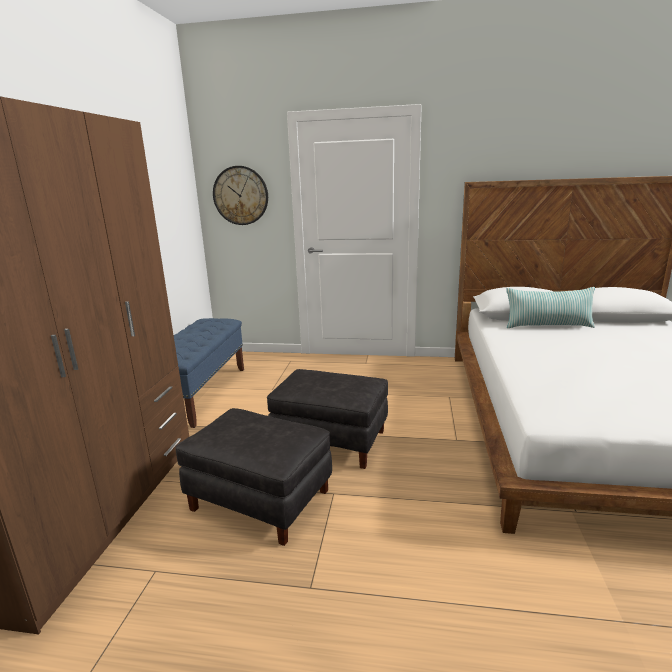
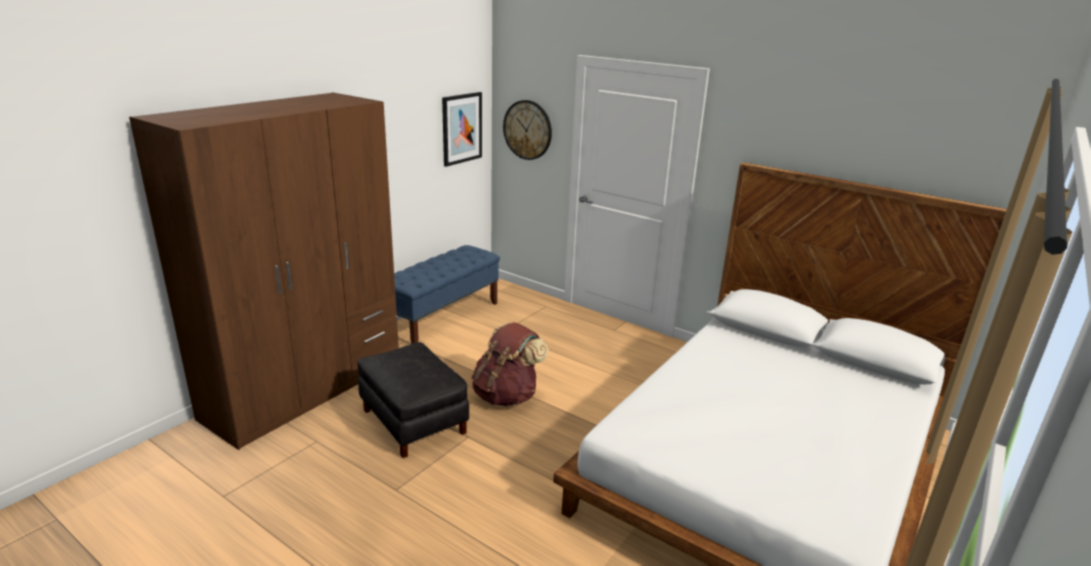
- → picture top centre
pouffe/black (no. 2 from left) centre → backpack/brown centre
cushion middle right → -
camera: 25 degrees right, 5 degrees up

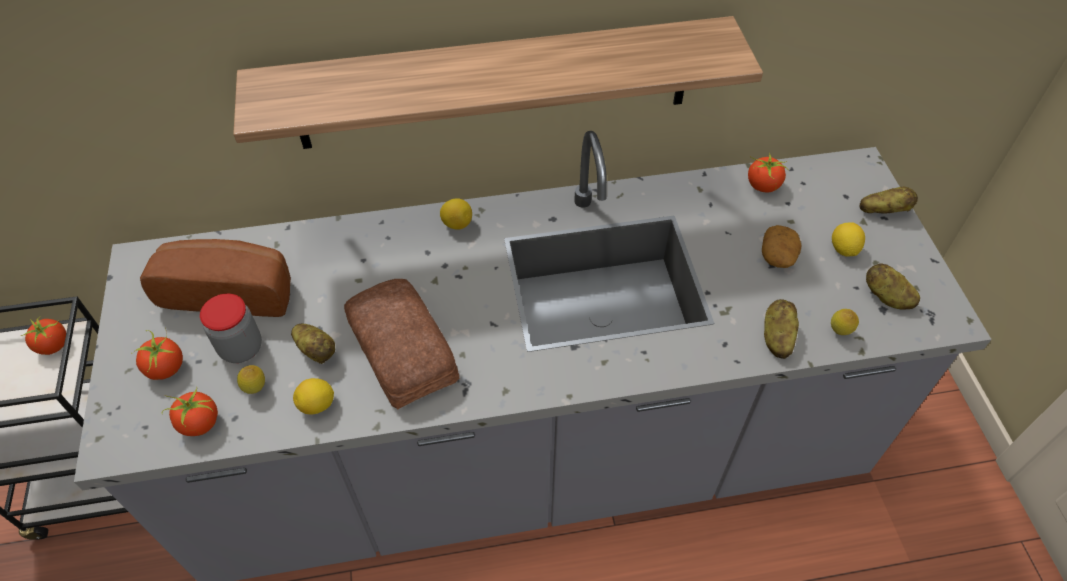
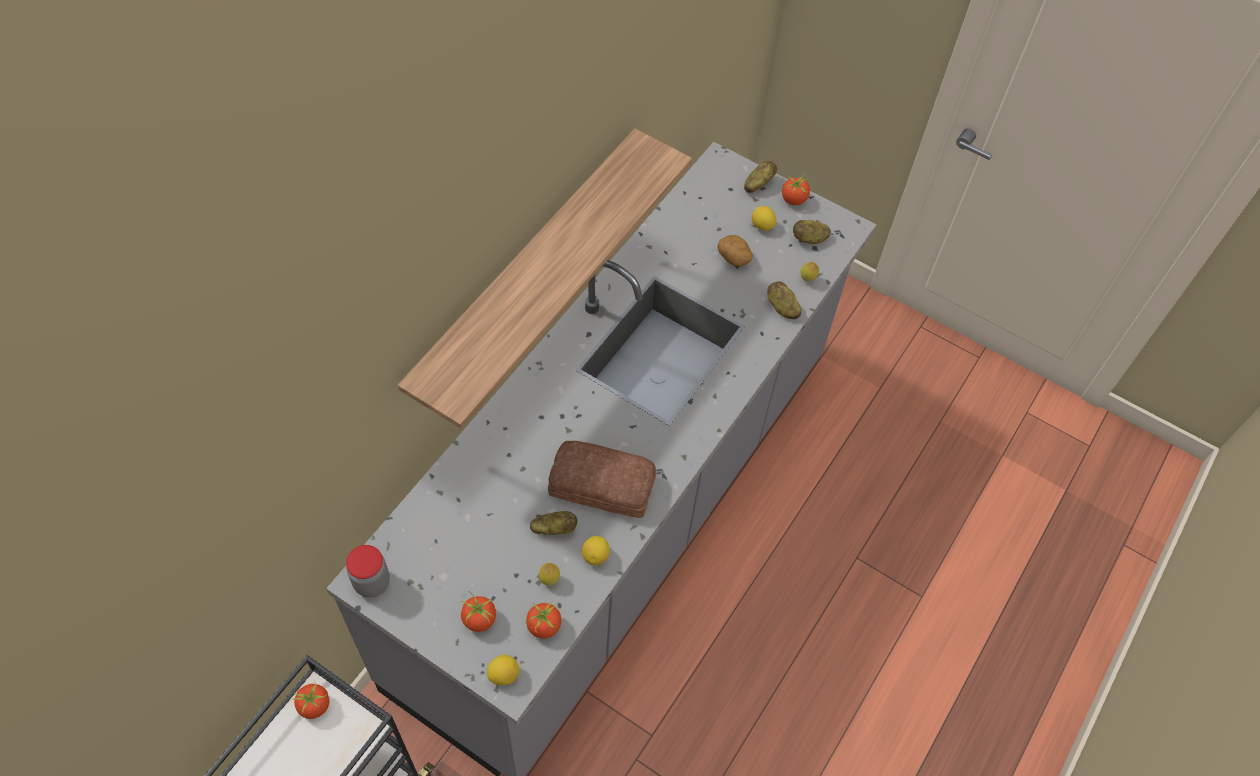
jar middle left → jar bottom left, shifted
whole lemon (no. 3 from left in the first image) centre → whole lemon (no. 1 from left) bottom centre, shifted
tomato (no. 4 from left) top right → tomato (no. 4 from left) top centre, shifted
bread (no. 1 from left) middle left → -
camera: 50 degrees left, 5 degrees up

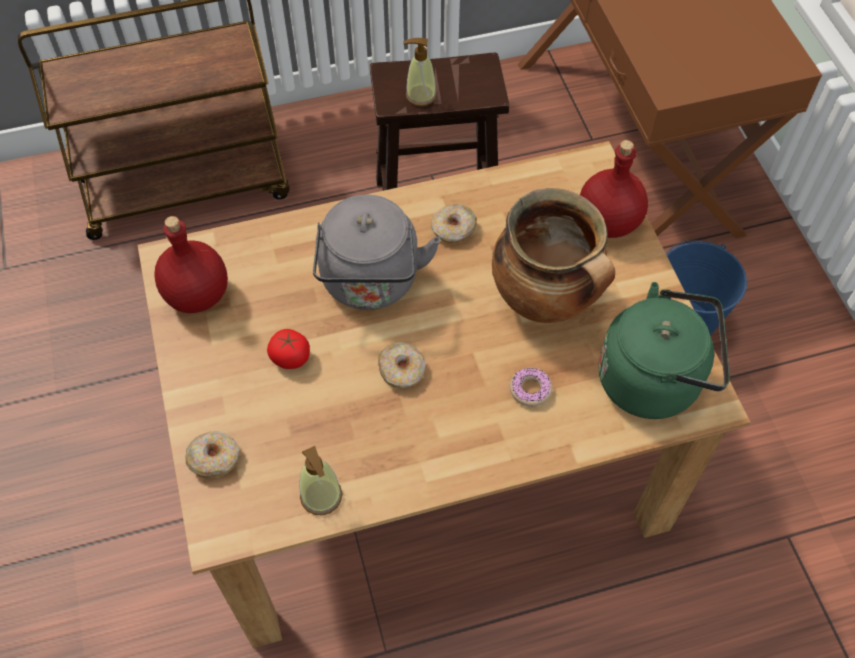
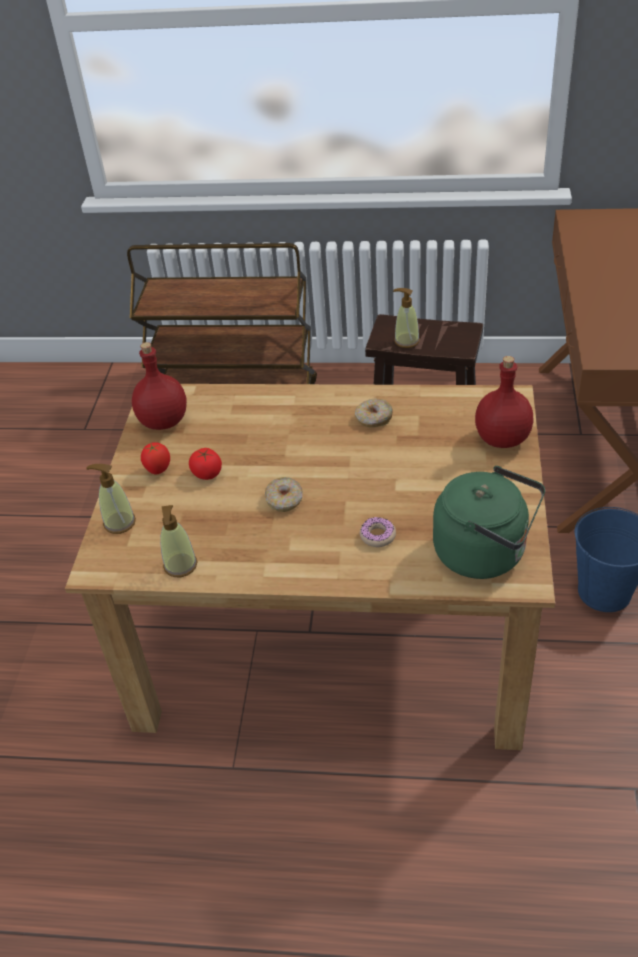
ring doughnut (no. 1 from left) bottom left → soap dispenser (no. 1 from left) middle left
- → tomato (no. 1 from left) middle left
kettle/gray centre → -
saucepot centre → -
camera: 25 degrees right, 15 degrees down

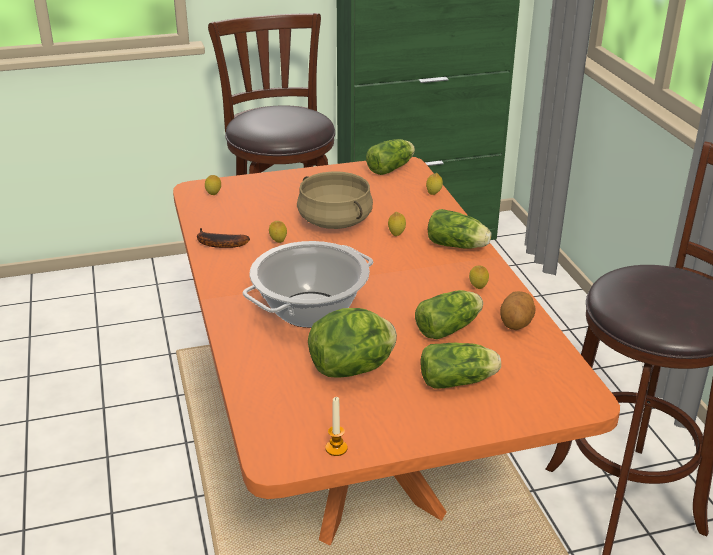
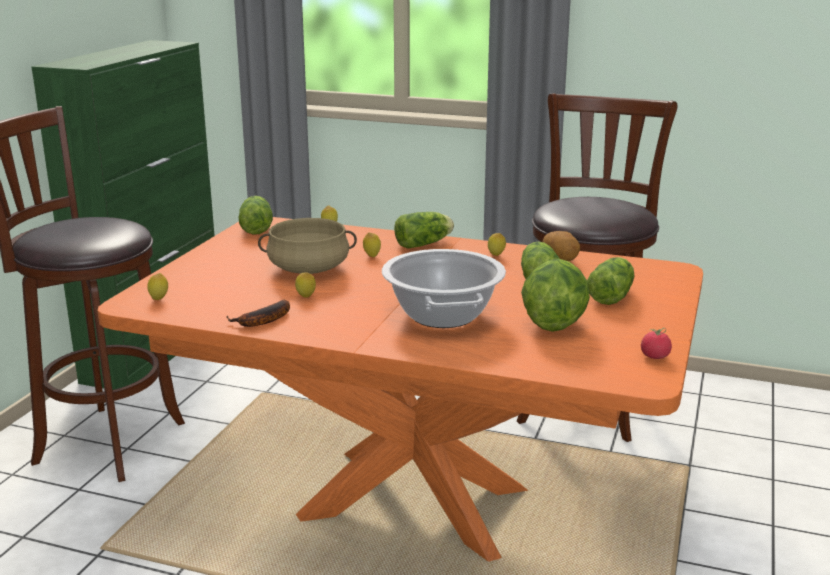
candle bottom centre → tomato middle right
camera: 55 degrees left, 10 degrees down

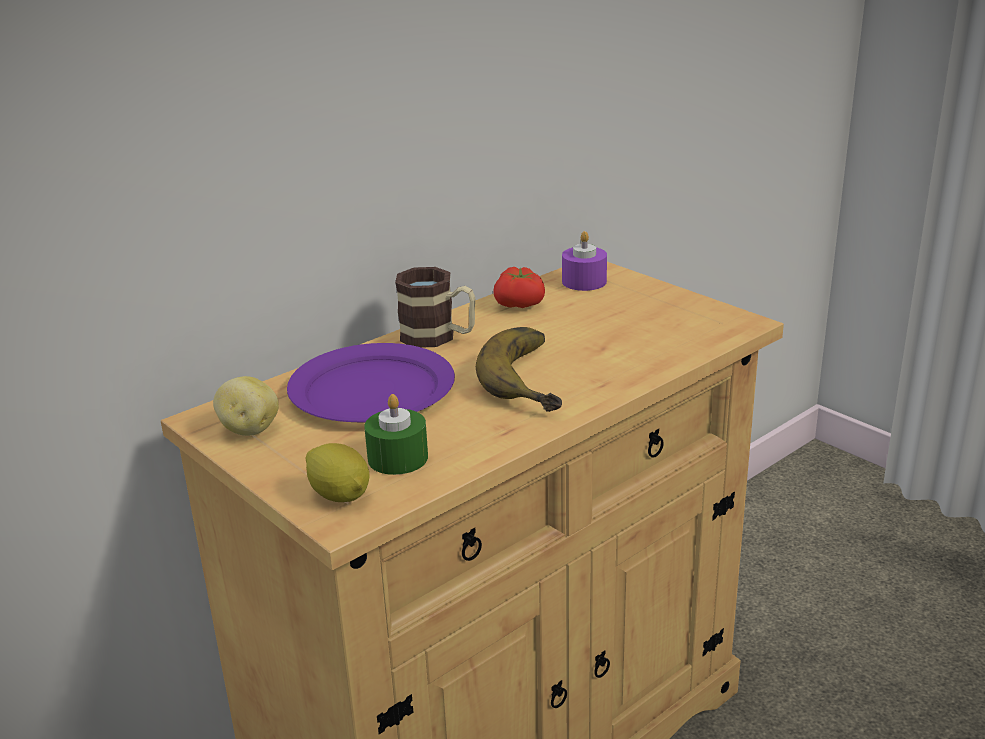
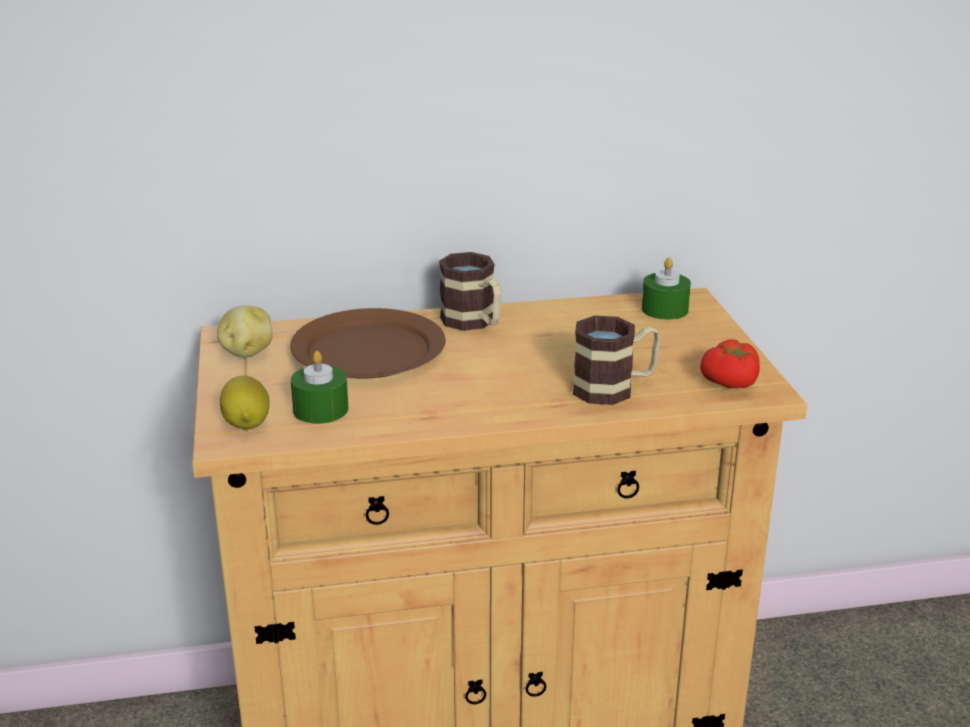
plate/purple centre → plate/brown centre
- → mug (no. 2 from left) centre
candle/purple centre → candle/green (no. 2 from left) middle right
tomato centre → tomato middle right, shifted
banana fruit centre → -
camera: 30 degrees right, 0 degrees up

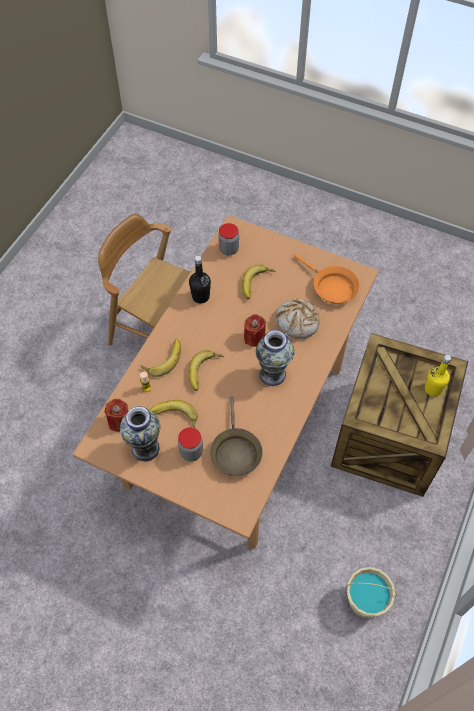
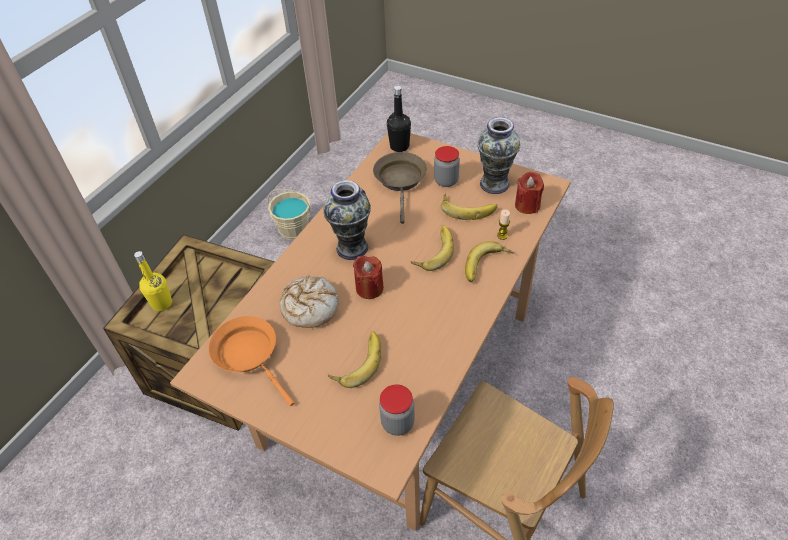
drink bottle/black centre → drink bottle/black top centre, shifted
camera: 175 degrees left, 10 degrees down

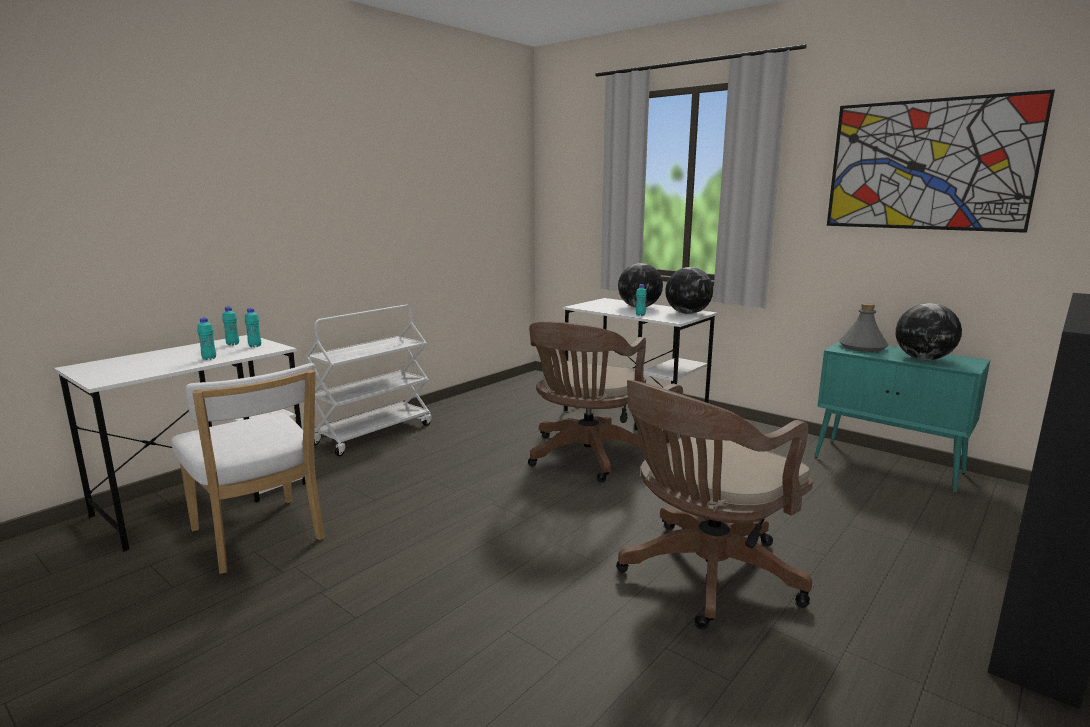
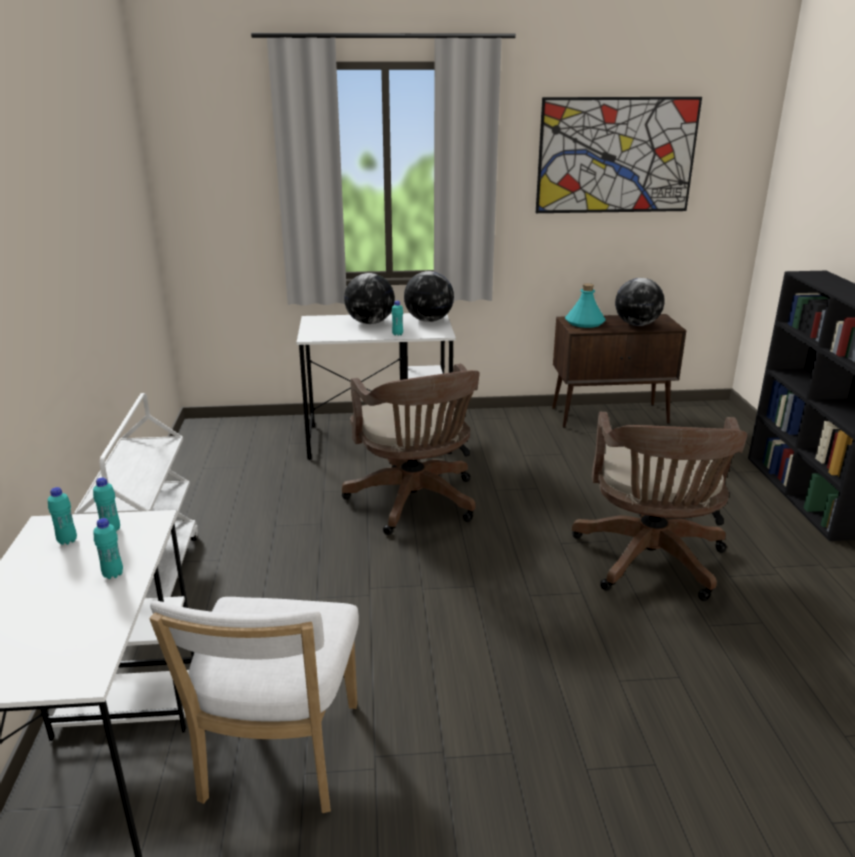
plain chair/white-coloured middle left → plain chair/white-coloured bottom left, 90 degrees clockwise
storage cabinet/blue-green middle right → storage cabinet/brown middle right
drink bottle/gray middle right → drink bottle/blue-green (no. 5 from left) middle right
camera: 45 degrees left, 10 degrees up

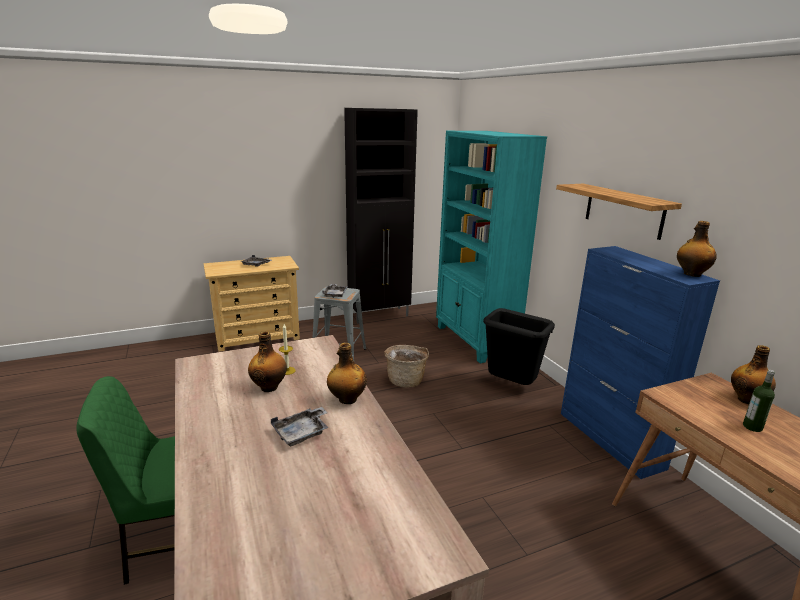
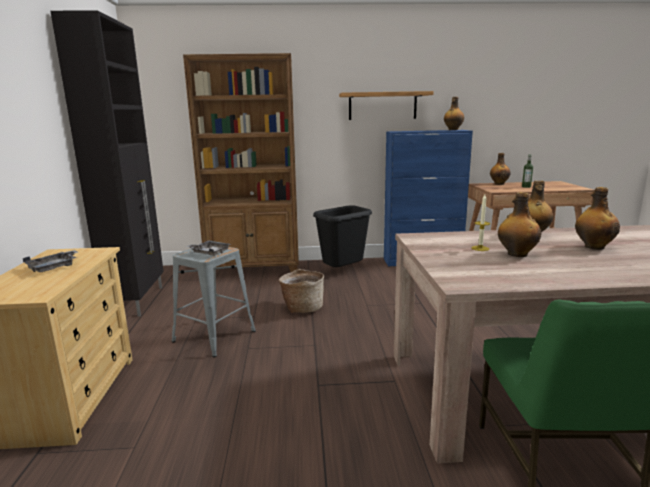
shelving unit/blue-green centre → shelving unit/brown top centre
serving tray/gray (no. 2 from left) bottom centre → drink bottle (no. 6 from left) middle right
camera: 70 degrees left, 5 degrees down

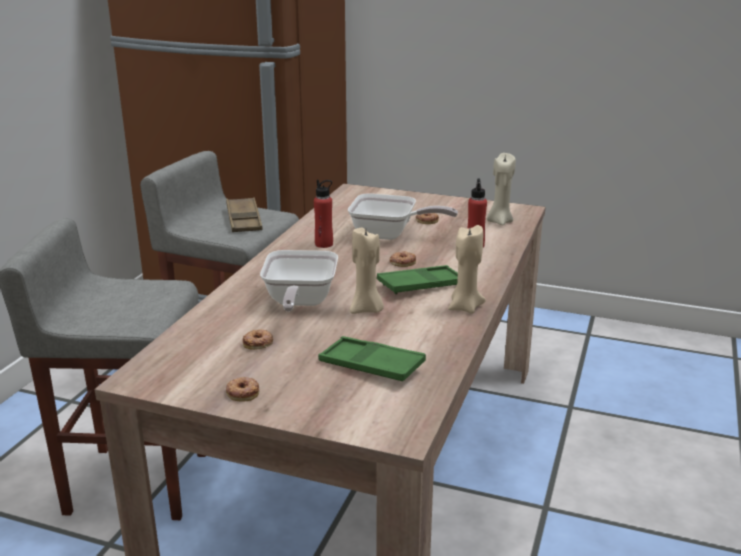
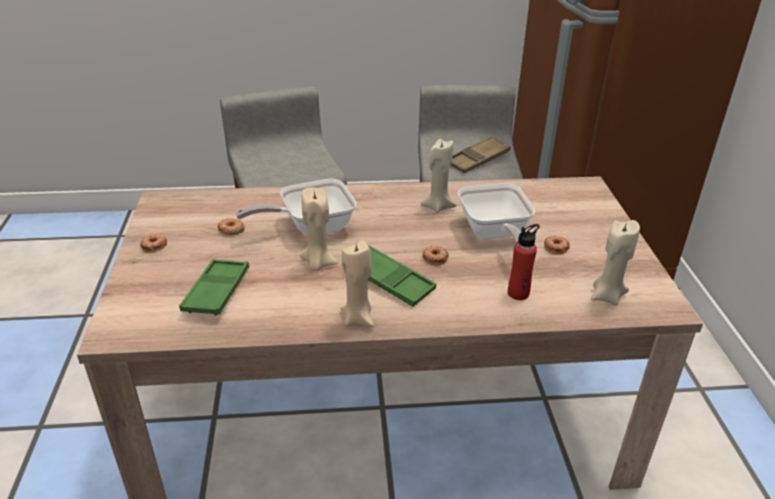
drink bottle/red-coloured (no. 1 from left) centre → candle/sand-coloured (no. 3 from left) centre
camera: 65 degrees right, 10 degrees up

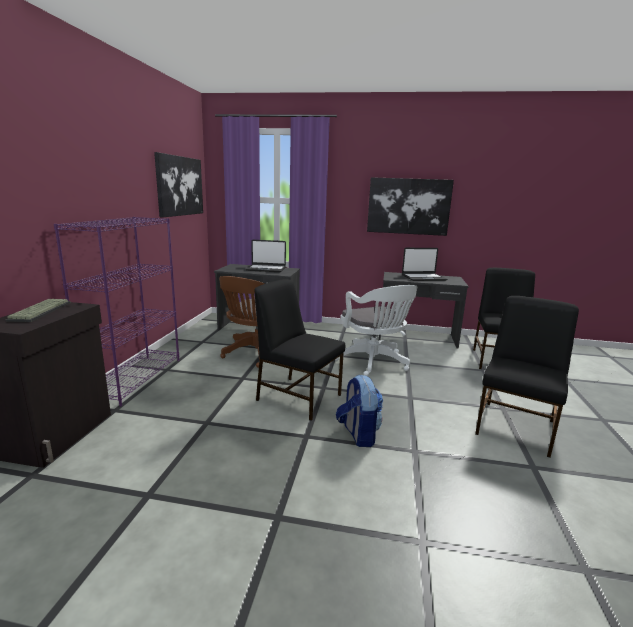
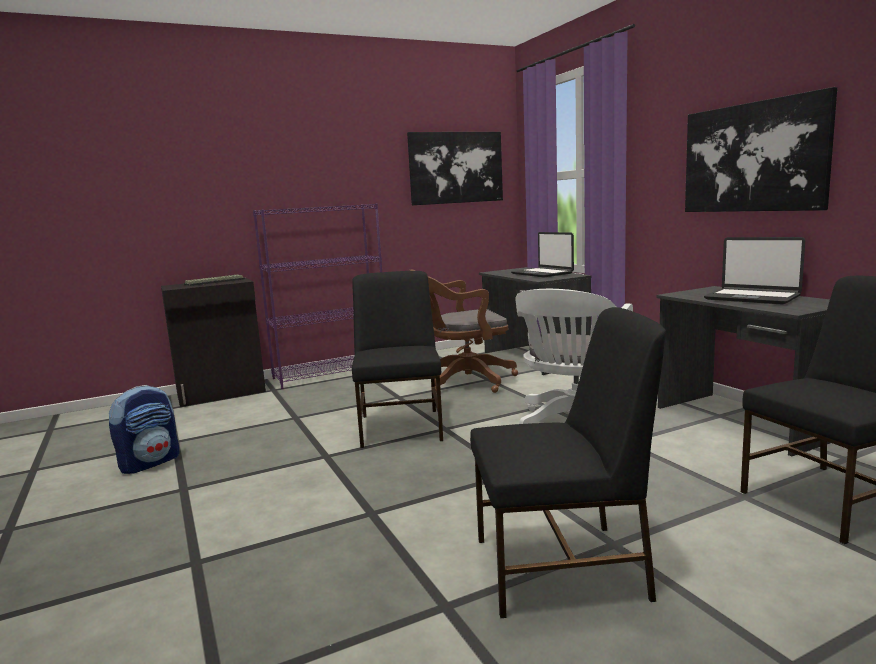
backpack centre → backpack middle left, shifted
camera: 55 degrees right, 5 degrees down

